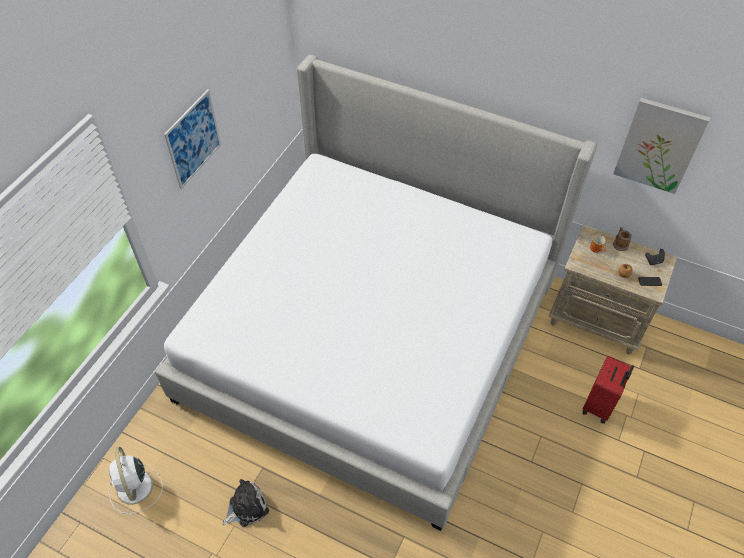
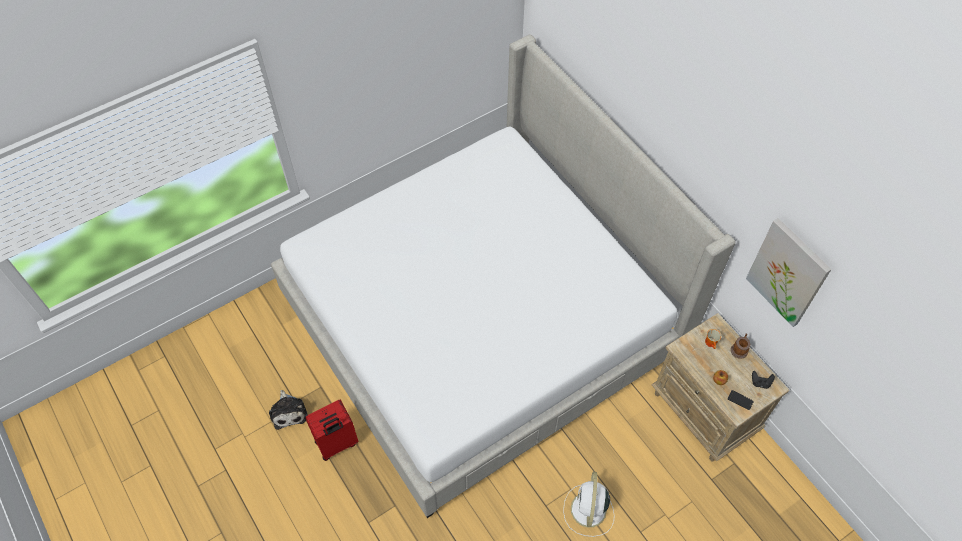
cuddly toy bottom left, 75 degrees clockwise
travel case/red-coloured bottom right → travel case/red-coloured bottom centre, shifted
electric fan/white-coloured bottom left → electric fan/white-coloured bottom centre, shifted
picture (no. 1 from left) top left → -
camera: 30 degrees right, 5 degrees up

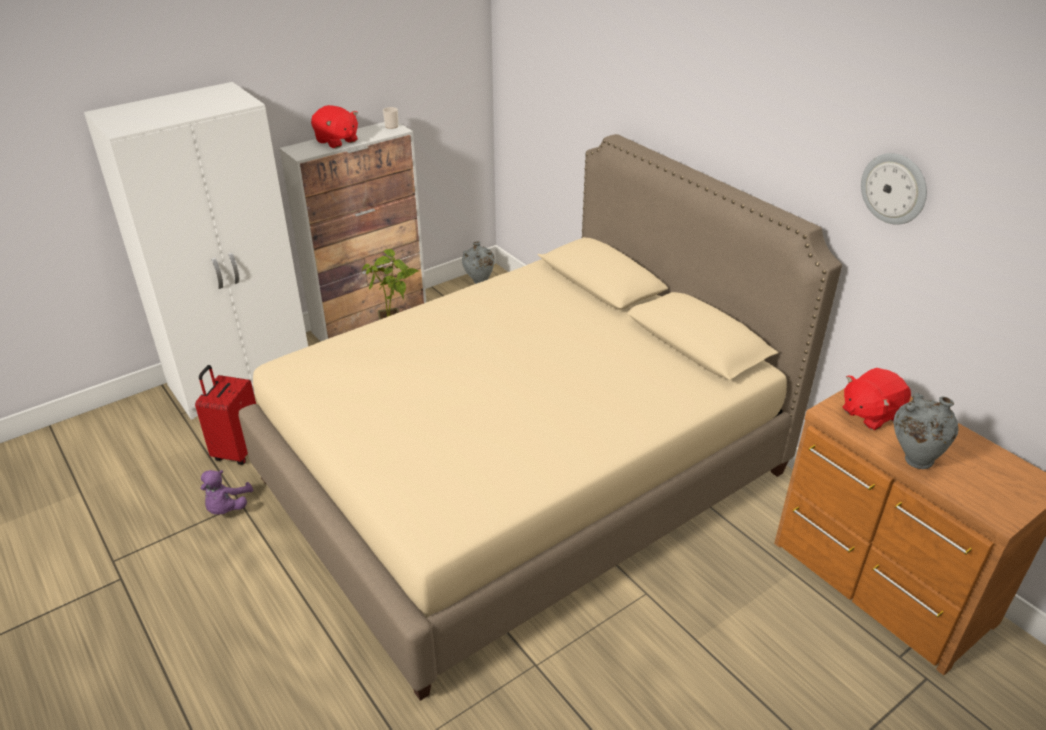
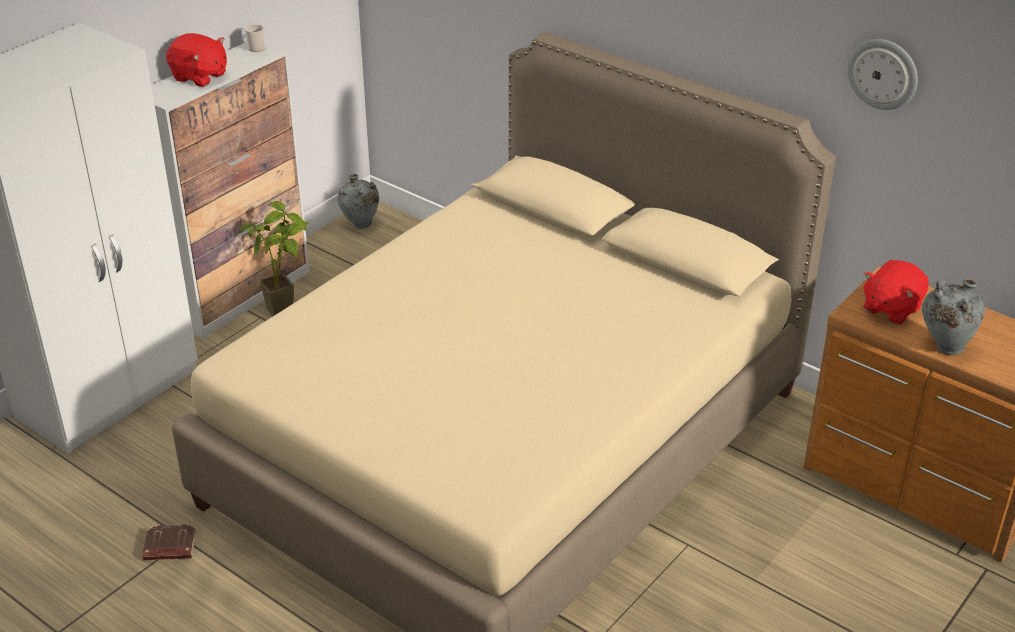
cuddly toy/purple bottom left → bound book/brown bottom left
travel case/red-coloured middle left → -
camera: 15 degrees left, 0 degrees up

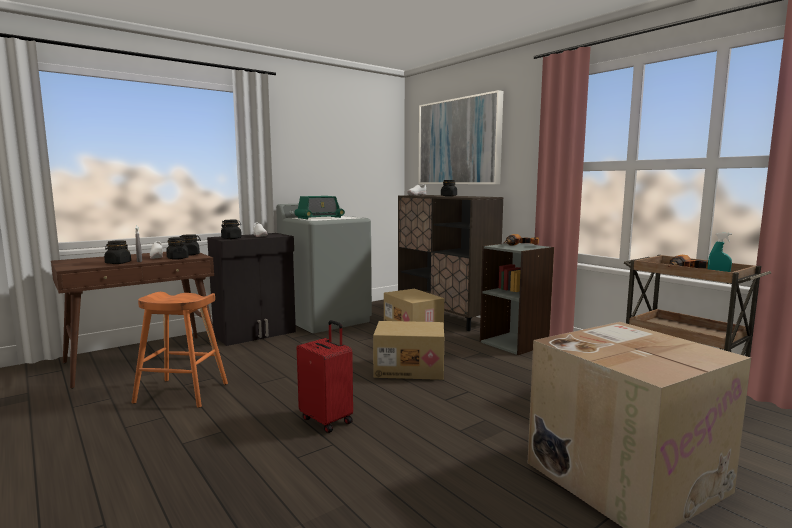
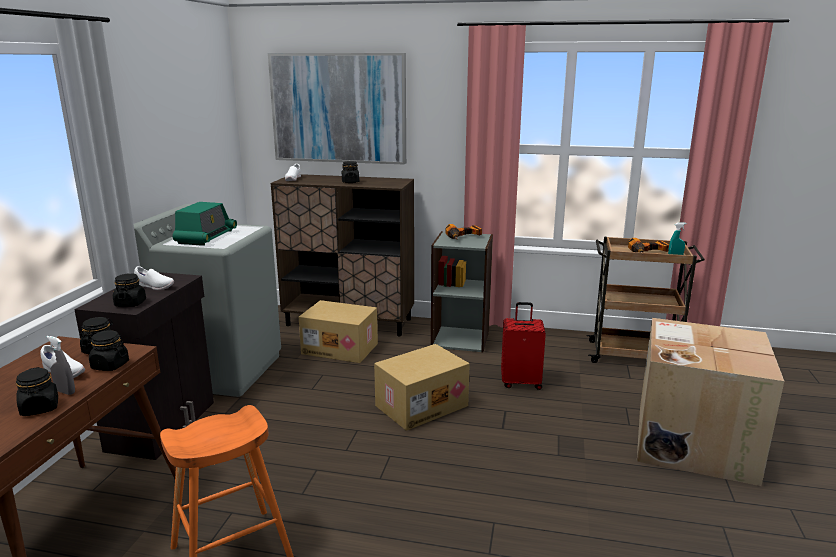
travel case/red-coloured bottom centre → travel case/red-coloured centre, shifted
camera: 40 degrees left, 10 degrees up

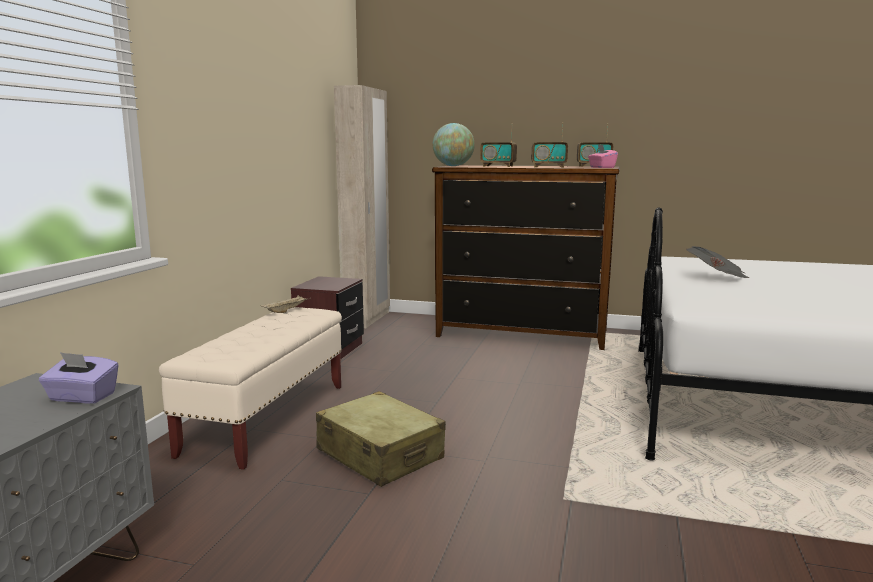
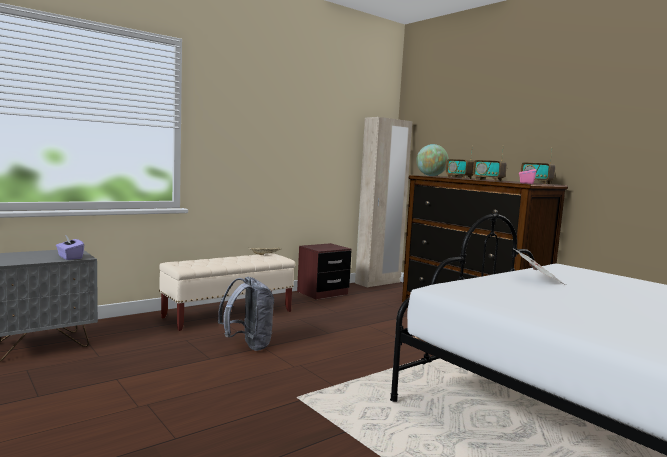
travel case/sand-coloured bottom centre → backpack/gray bottom centre
camera: 35 degrees right, 5 degrees down

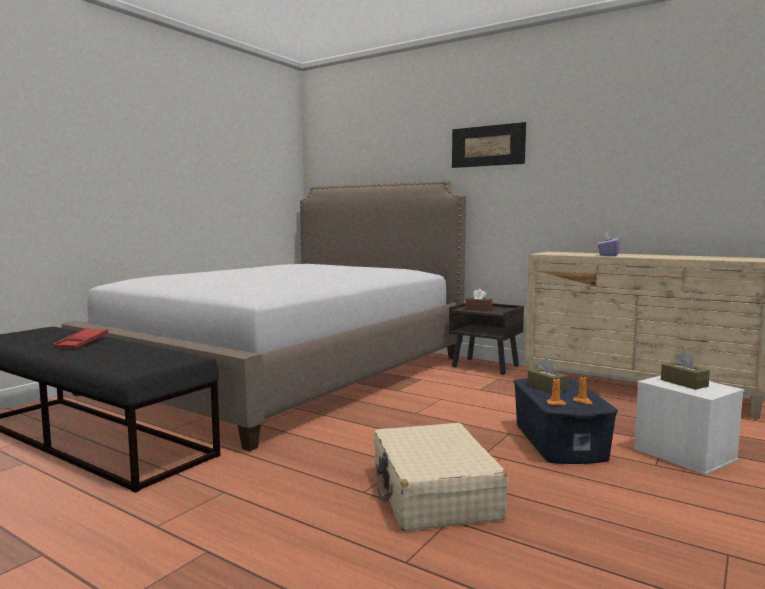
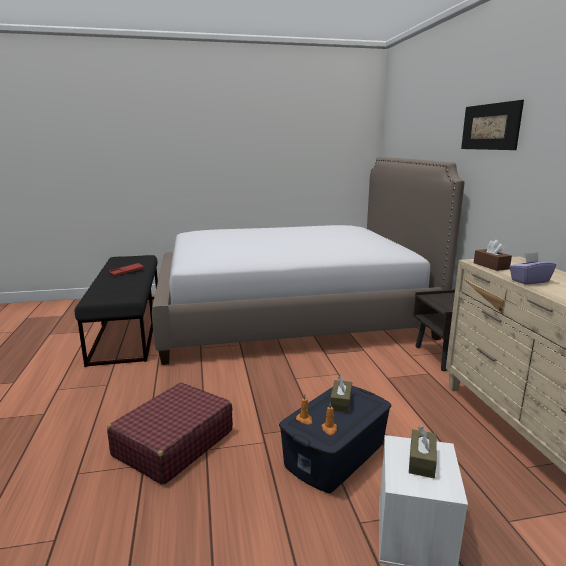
travel case/sand-coloured bottom centre → travel case/red-coloured bottom left
tissue box/brown (no. 1 from left in the first image) centre → tissue box/brown (no. 3 from left) middle right, shifted
camera: 45 degrees right, 10 degrees up

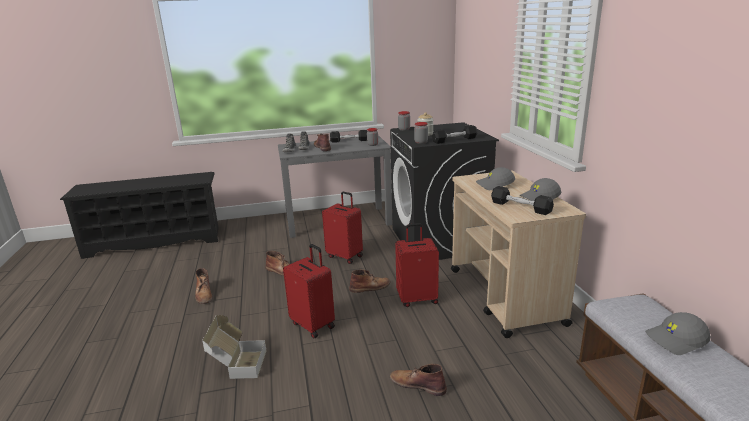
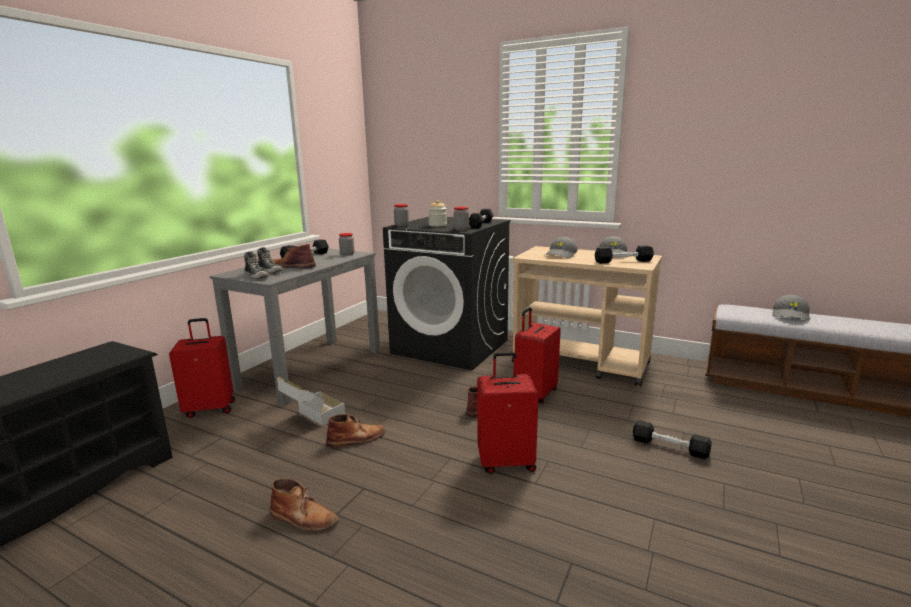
travel case/red-coloured (no. 2 from left in the first image) centre → travel case/red-coloured (no. 1 from left) middle left, shifted
cardboard box bottom left → cardboard box centre, shifted
boot/brown (no. 5 from left) bottom centre → dumbbell/black (no. 4 from left) bottom right
camera: 50 degrees left, 5 degrees down

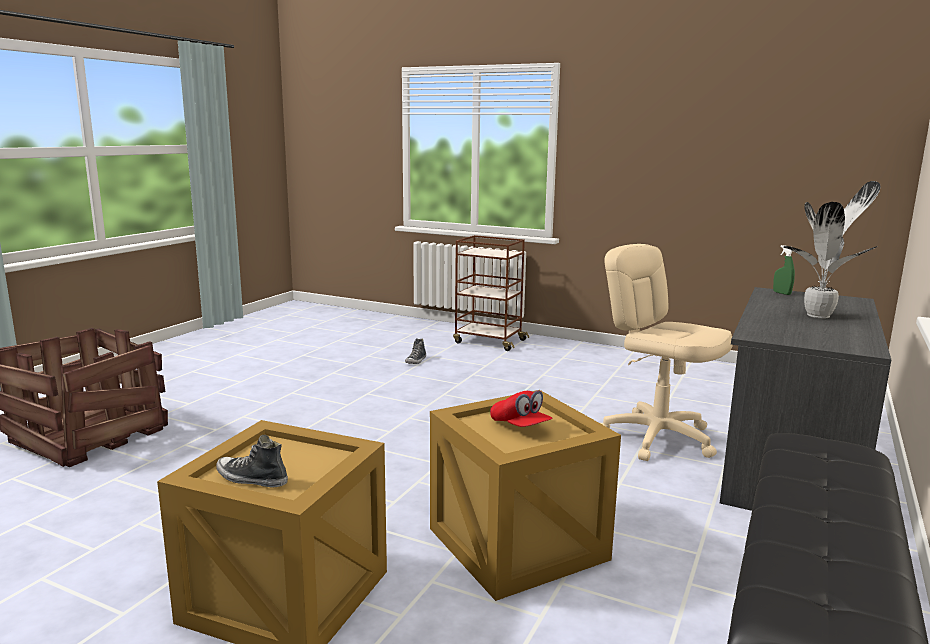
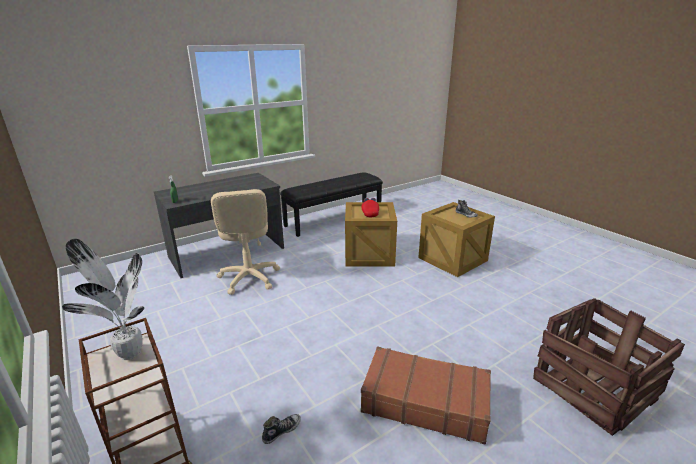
potted plant middle right → potted plant middle left, shifted
- → travel case/brown bottom centre
camera: 150 degrees left, 10 degrees up

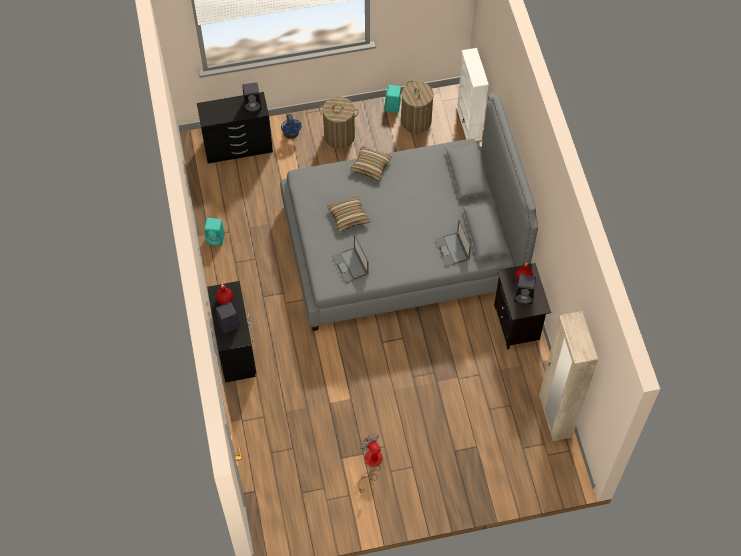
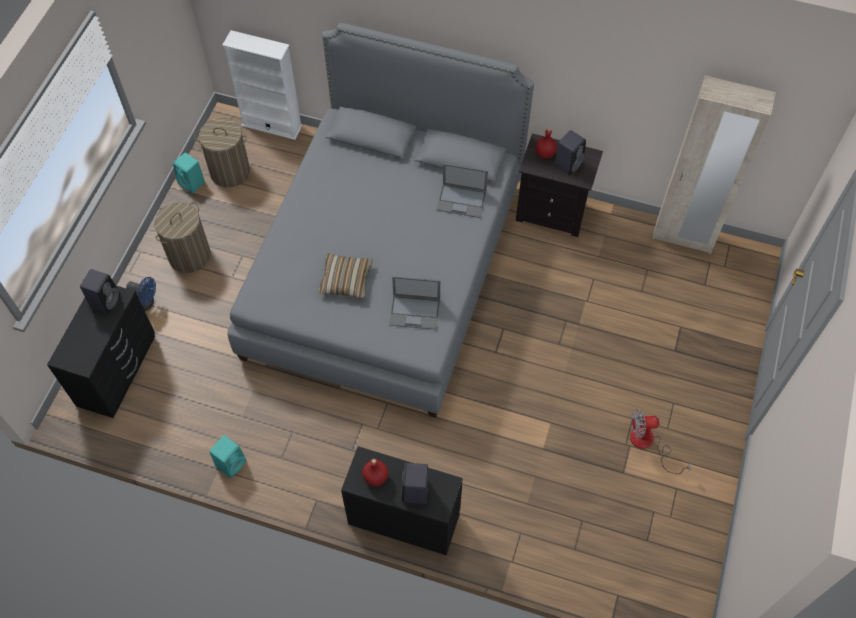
cushion (no. 2 from left) top centre → -
camera: 60 degrees left, 0 degrees up

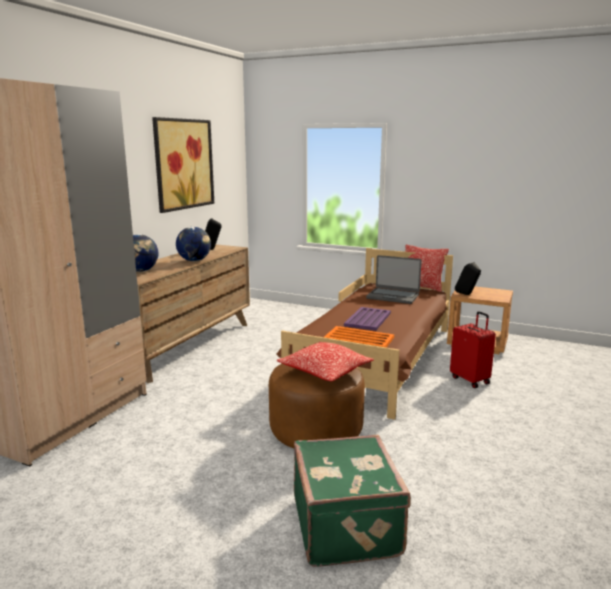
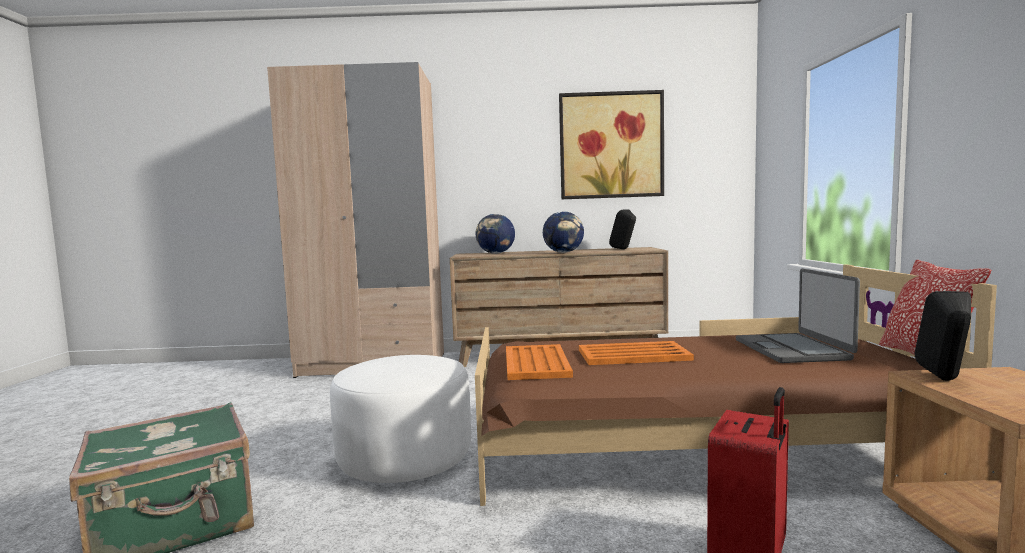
pouffe/brown bottom centre → pouffe/white-coloured bottom centre
serving tray/purple centre → serving tray/orange-coloured (no. 2 from left) centre
cushion (no. 1 from left) centre → -
camera: 65 degrees right, 10 degrees down

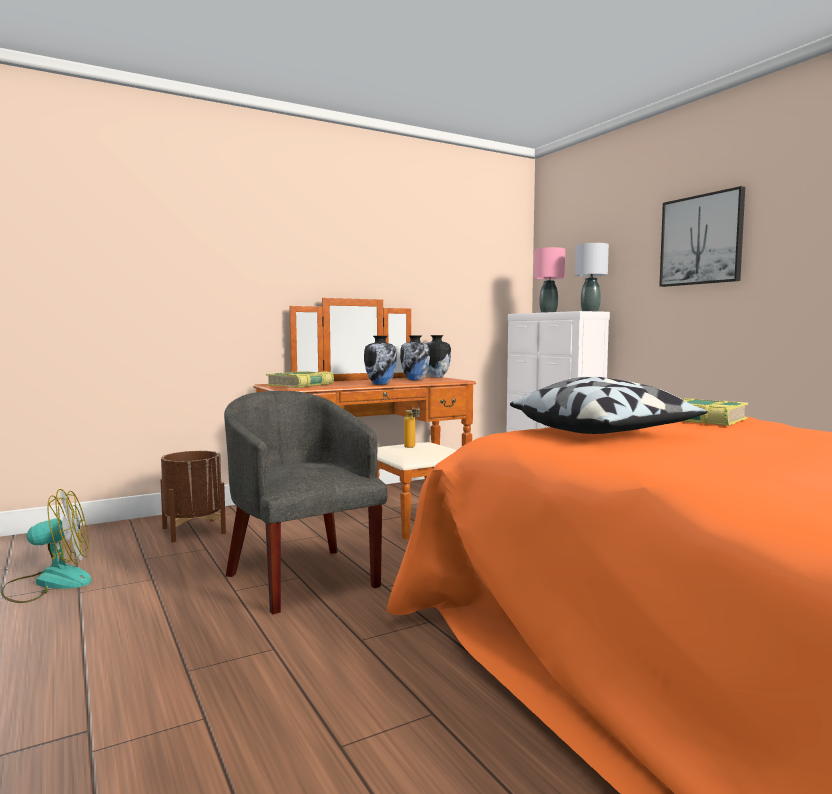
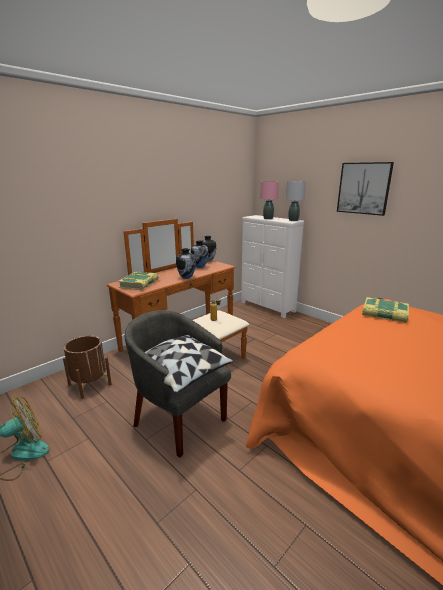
cushion middle right → cushion centre, shifted
camera: 15 degrees left, 15 degrees up

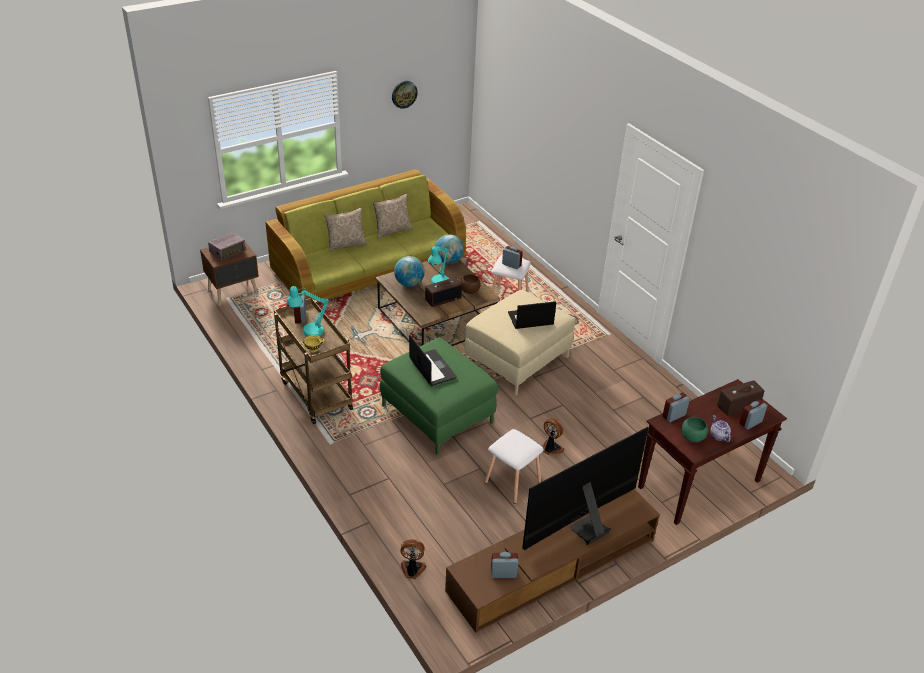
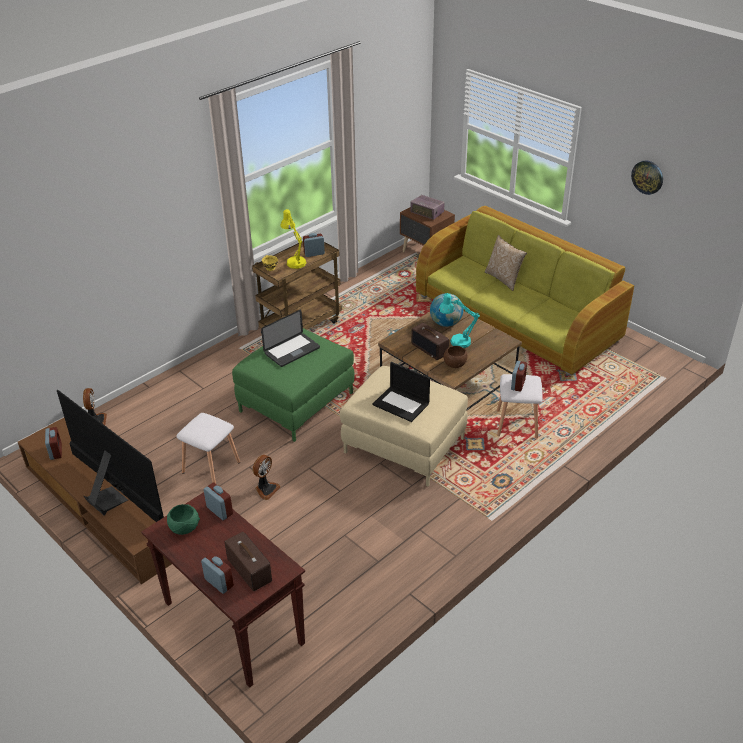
table lamp/blue-green (no. 1 from left) centre → table lamp/yellow top centre
portable computer (no. 2 from left) centre, 150 degrees clockwise
cushion (no. 2 from left) top centre → -
world globe (no. 2 from left) centre → -
pot for tea middle right → -
camera: 80 degrees right, 0 degrees up

